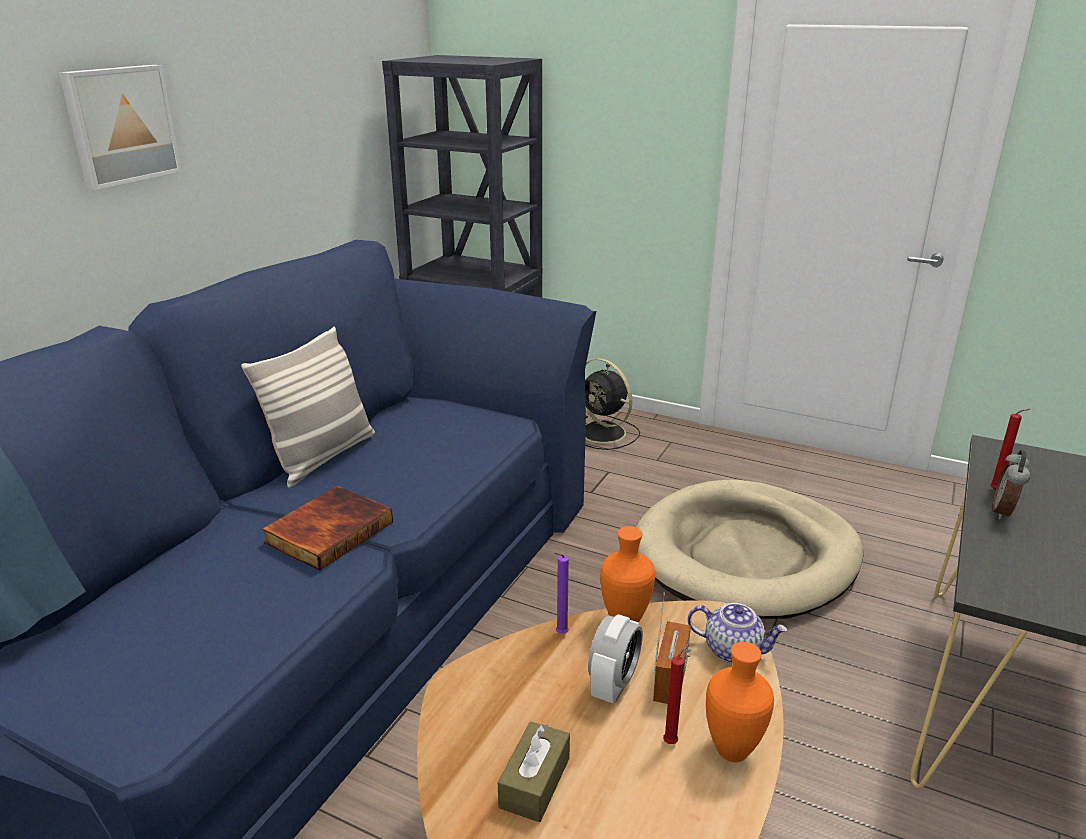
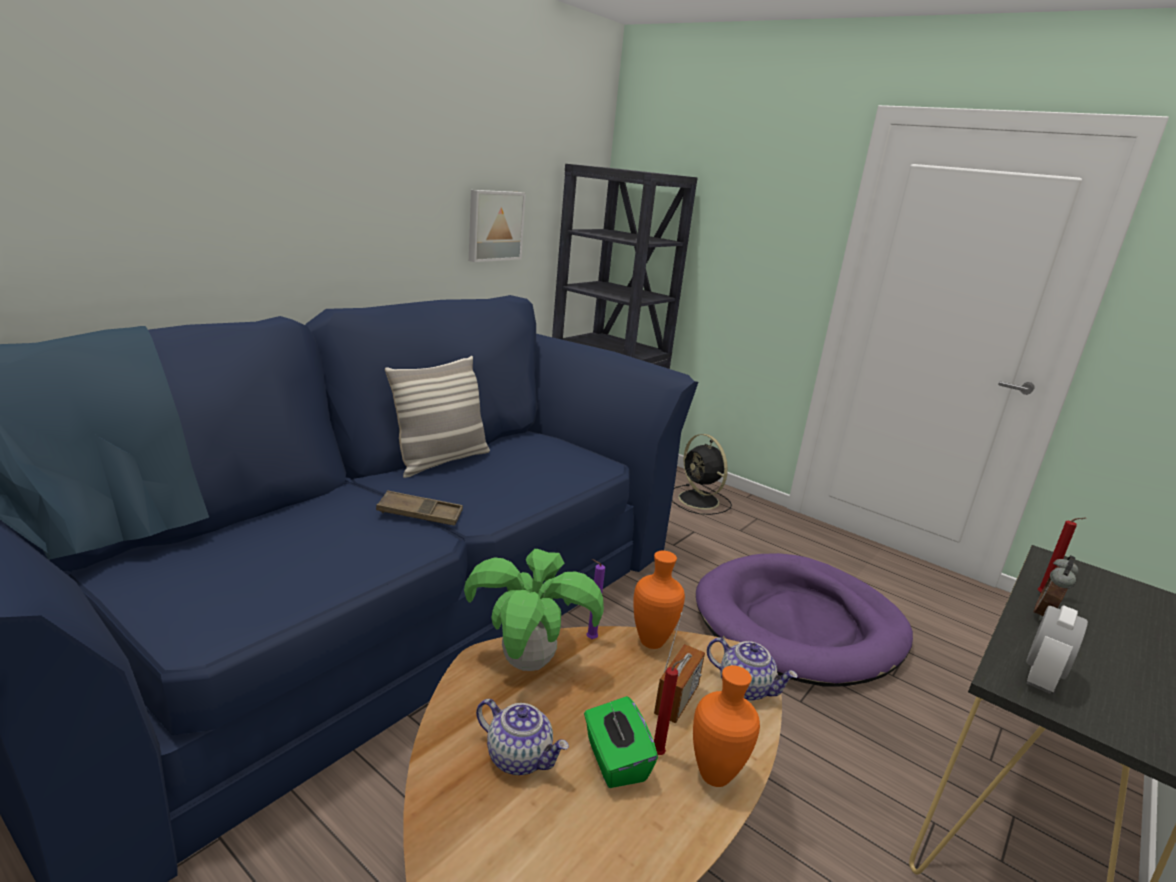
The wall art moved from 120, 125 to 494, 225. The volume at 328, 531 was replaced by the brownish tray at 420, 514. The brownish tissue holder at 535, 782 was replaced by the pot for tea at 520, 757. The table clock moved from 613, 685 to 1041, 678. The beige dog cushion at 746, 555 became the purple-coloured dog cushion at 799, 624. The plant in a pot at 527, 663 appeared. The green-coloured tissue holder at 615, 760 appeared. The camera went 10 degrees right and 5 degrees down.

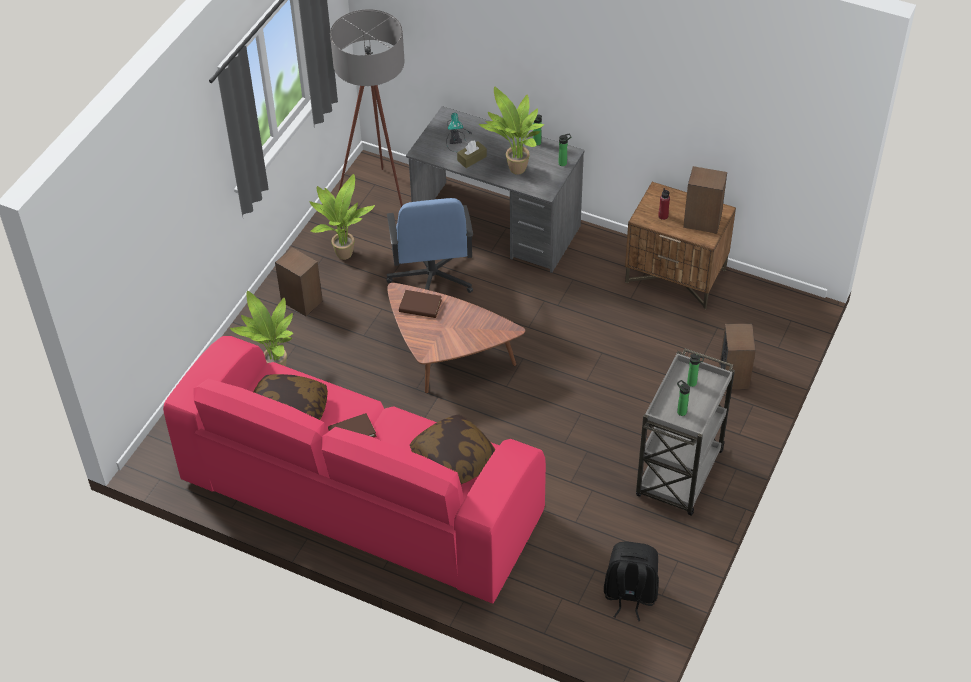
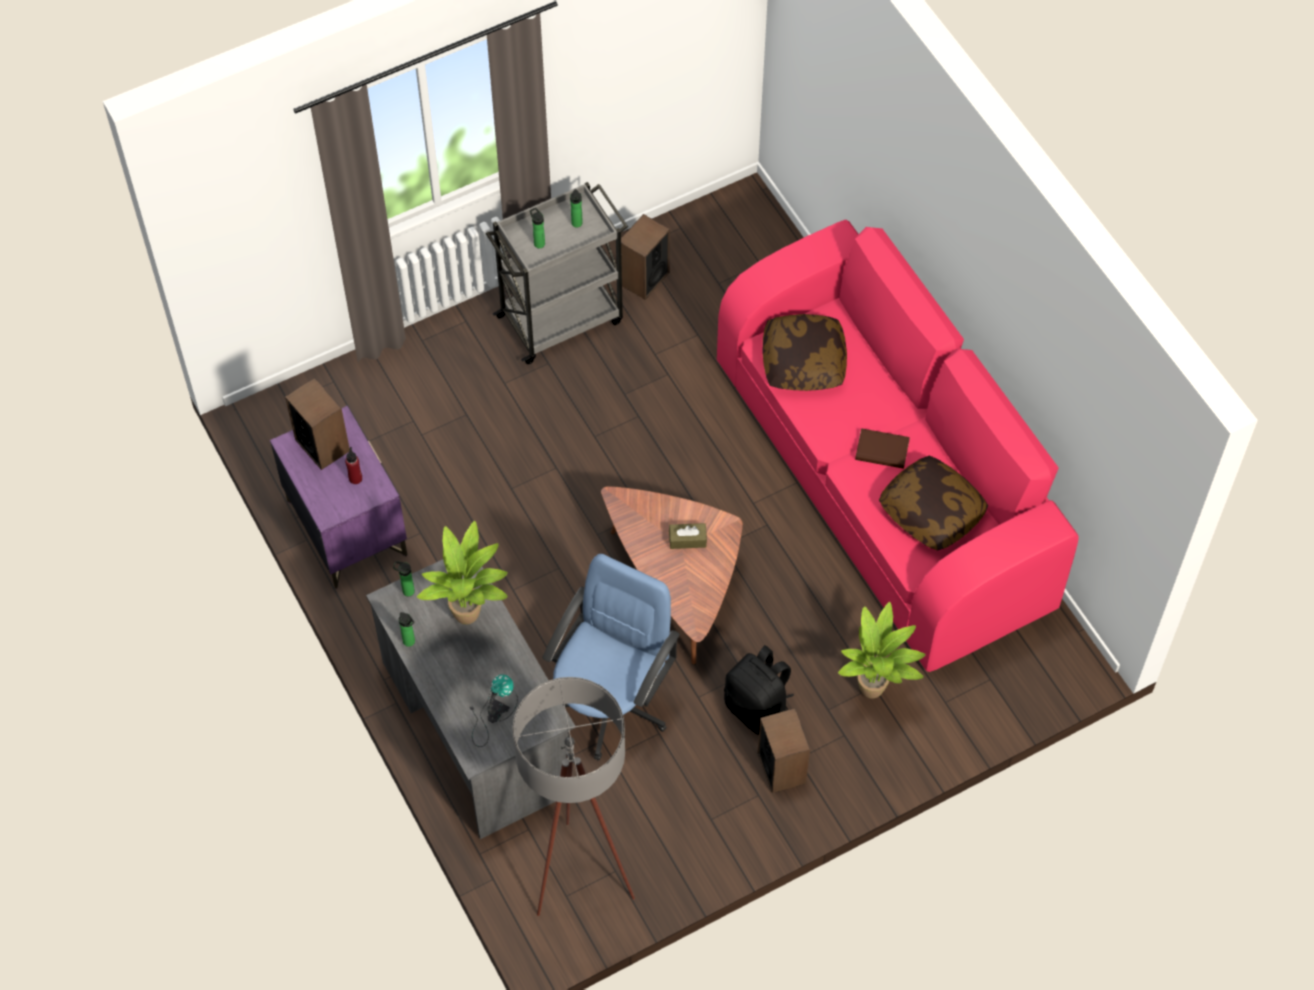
The plant in a pot at 342, 253 disappeared. The brownish volume at 420, 306 disappeared. The brownish tissue holder moved from 472, 158 to 687, 540. The black-coloured backpack moved from 629, 595 to 758, 709. The brownish bedside table at 676, 276 became the purple-coloured bedside table at 346, 527. The audio speaker moved from 734, 376 to 644, 278. The camera went 145 degrees left and 10 degrees up.

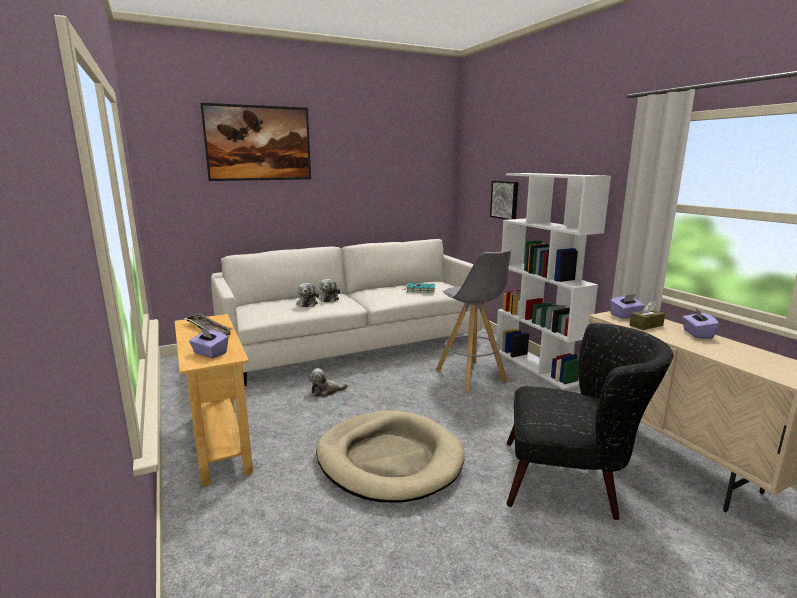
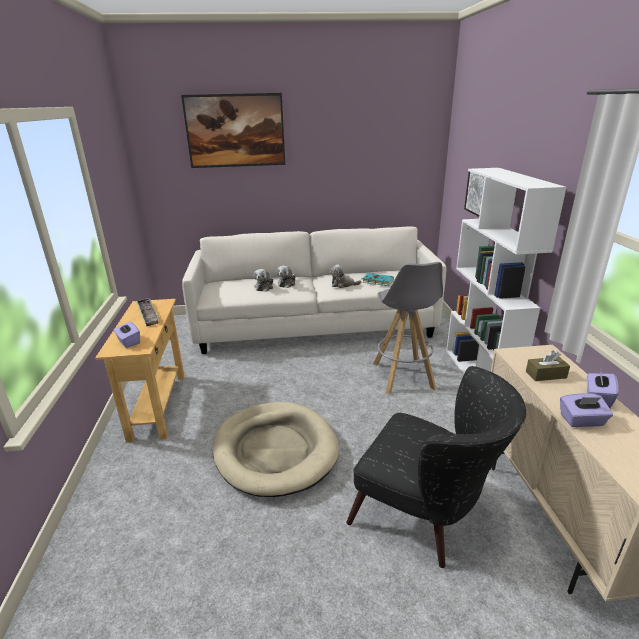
The plush toy moved from 326, 391 to 343, 284. The purple-coloured tissue holder moved from 625, 315 to 582, 421. The camera went 20 degrees right and 10 degrees up.

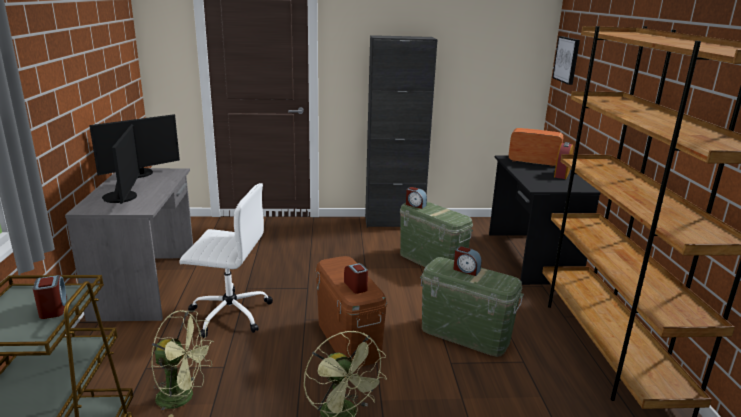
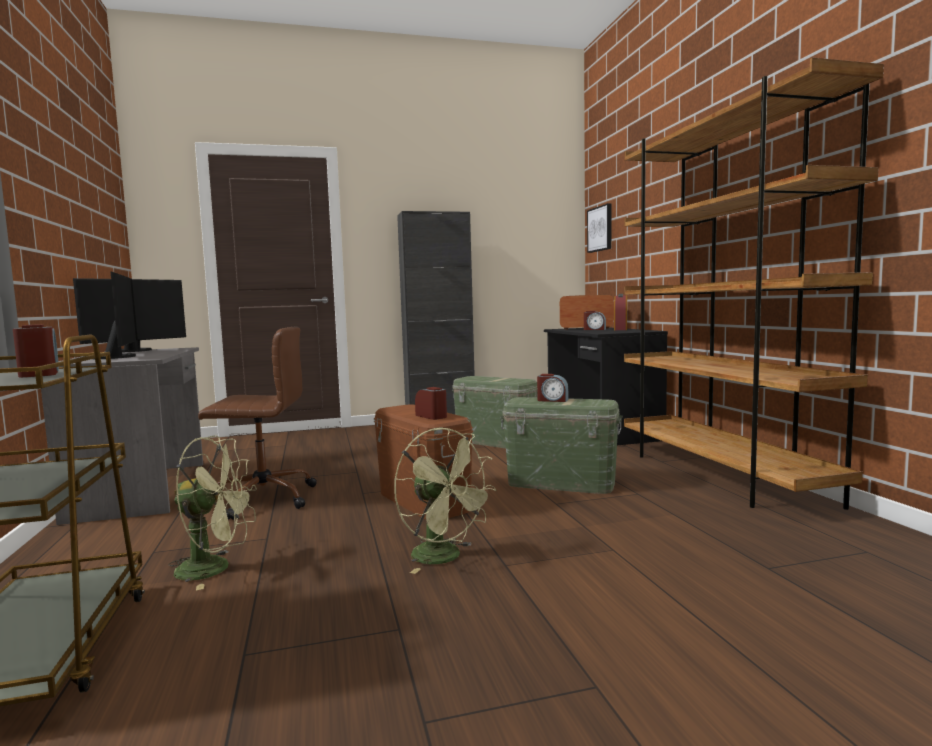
The white desk chair at 229, 313 became the brownish desk chair at 261, 498. The table clock moved from 415, 205 to 594, 329. The camera went 10 degrees left and 15 degrees down.

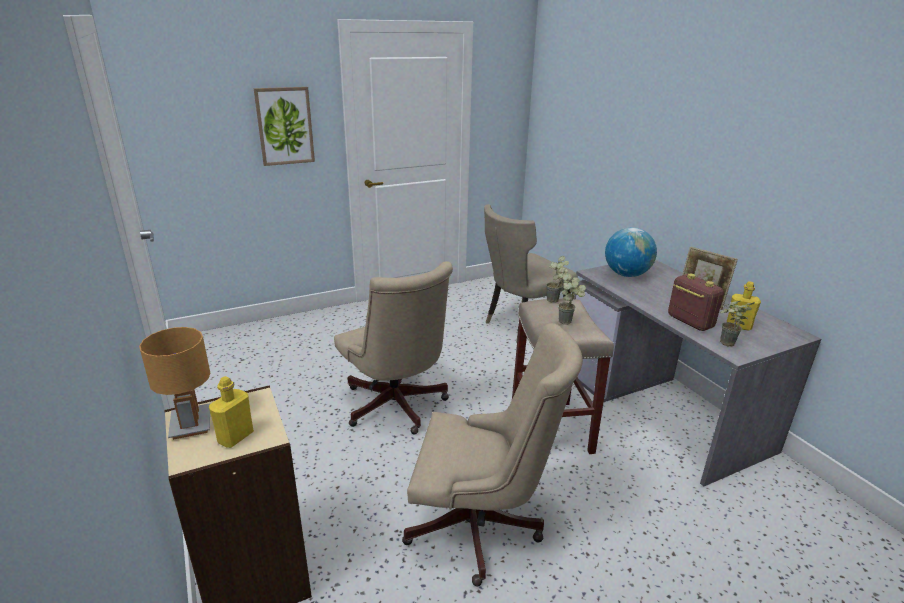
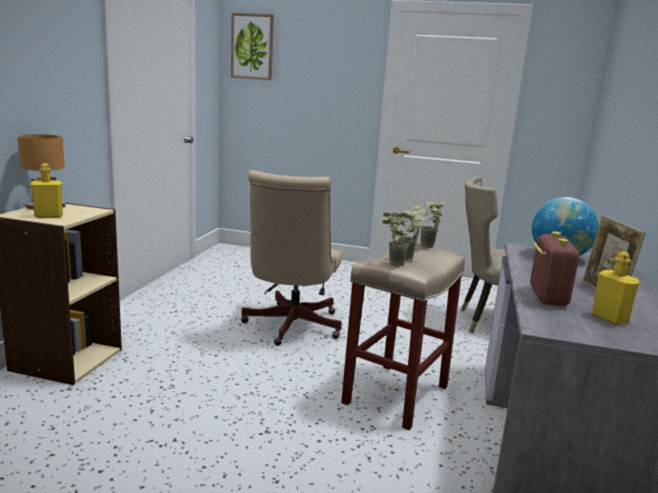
The wall art moved from 285, 126 to 252, 46. The beige desk chair at 481, 528 disappeared. The plant in a pot moved from 725, 345 to 391, 264. The camera went 40 degrees right and 10 degrees down.

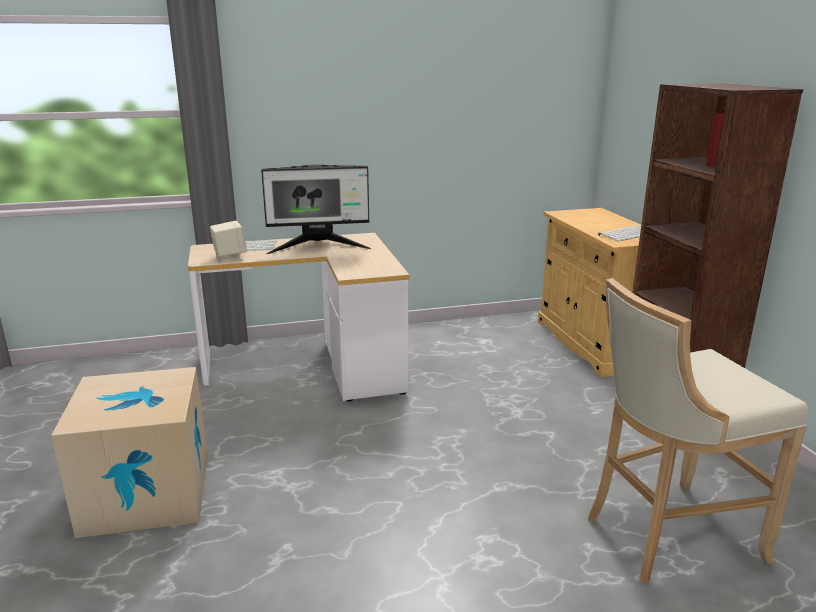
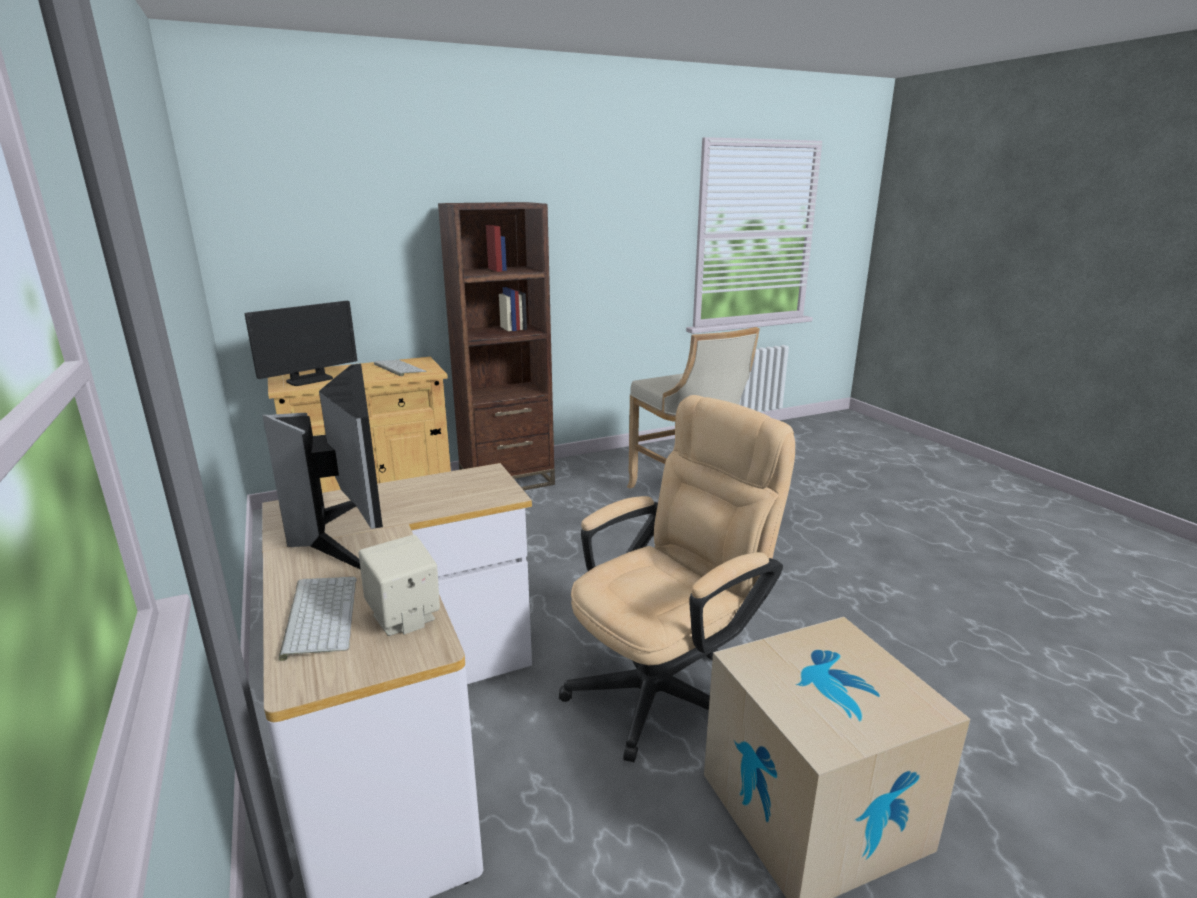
The computer display at 309, 380 appeared. The beige desk chair at 667, 685 appeared. The camera went 100 degrees left and 0 degrees up.

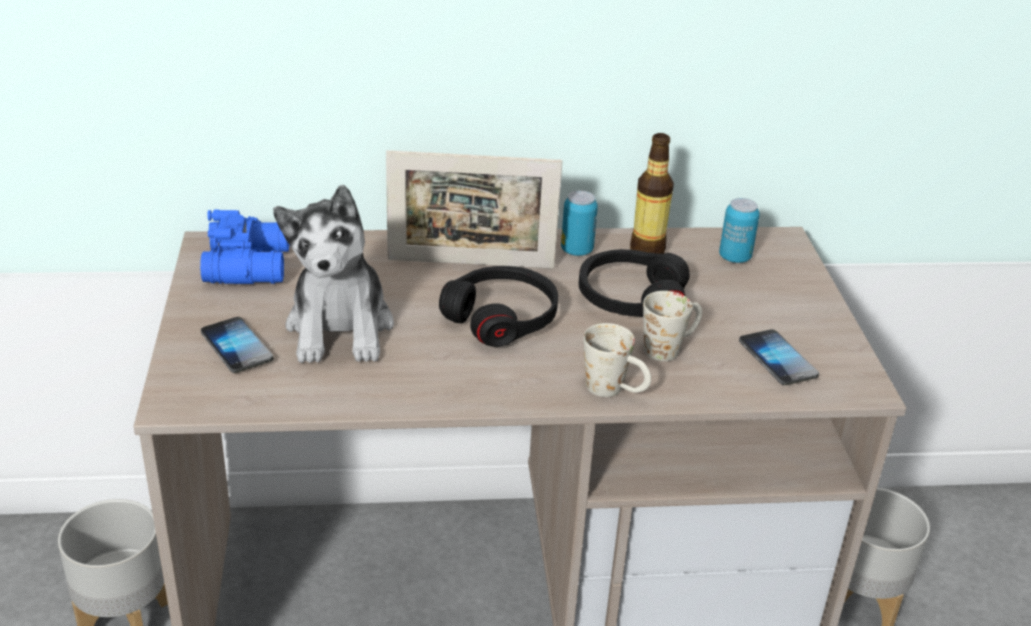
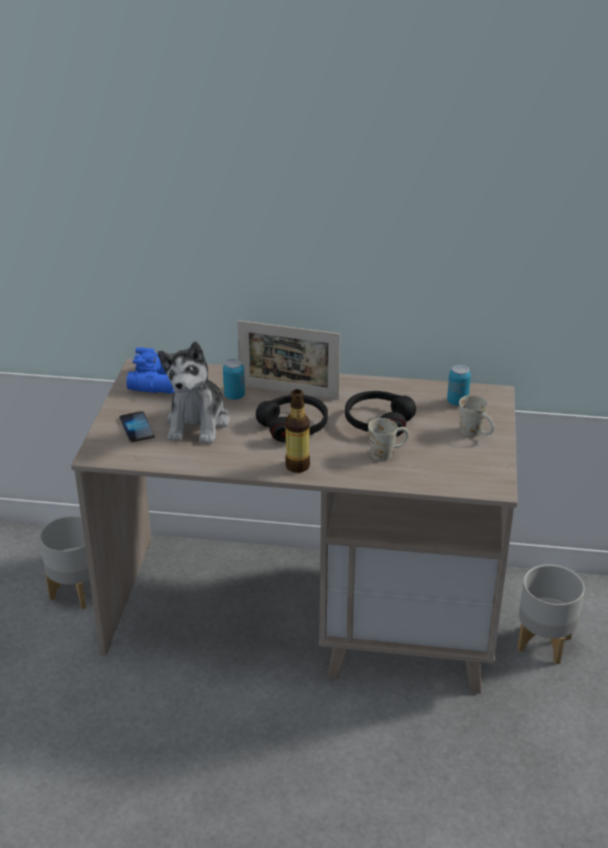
The sealed can moved from 576, 250 to 234, 396. The white tea mug moved from 615, 391 to 476, 433. The beverage bottle moved from 647, 250 to 297, 466. The phone at 777, 359 disappeared. The camera went 15 degrees right and 0 degrees up.

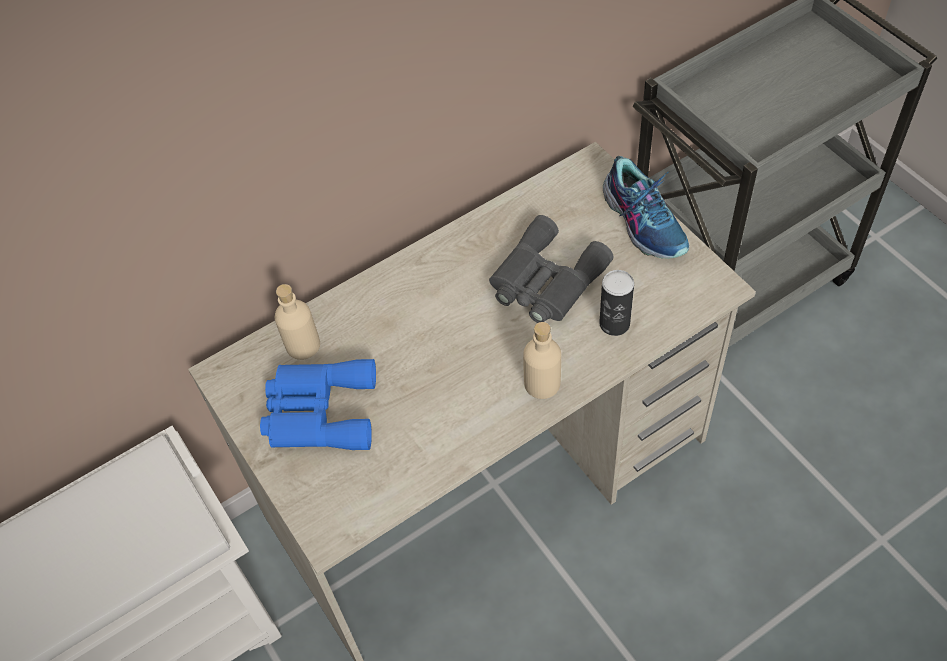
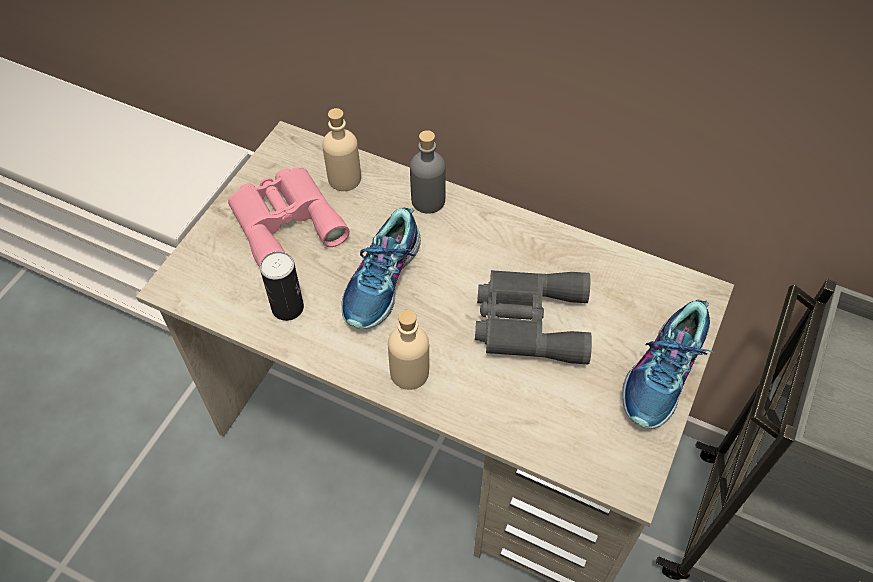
The bluish binoculars at 318, 411 became the pinkish binoculars at 285, 221. The sealed can moved from 614, 323 to 287, 307. The shoe at 383, 281 appeared. The grey beverage bottle at 428, 200 appeared. The camera went 55 degrees right and 0 degrees up.

